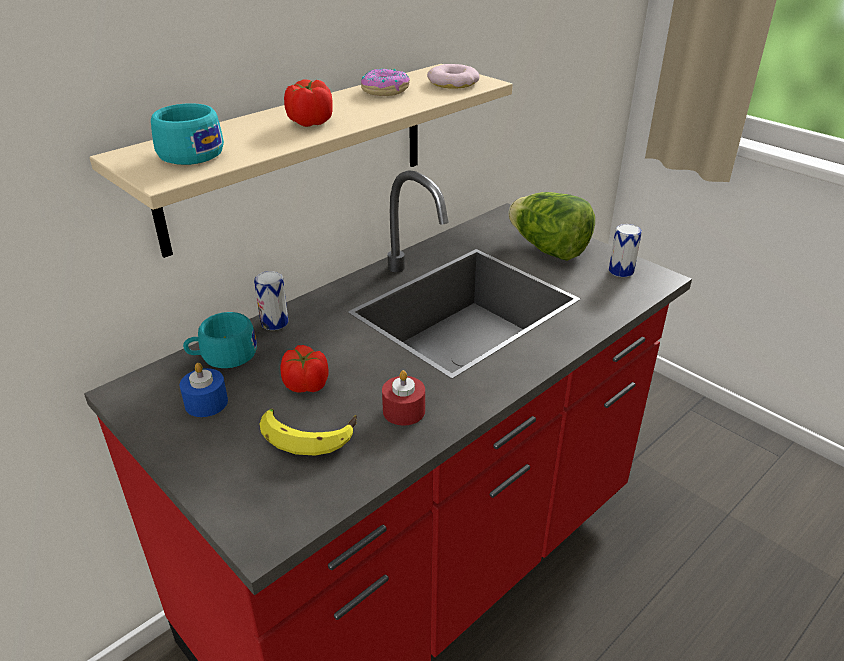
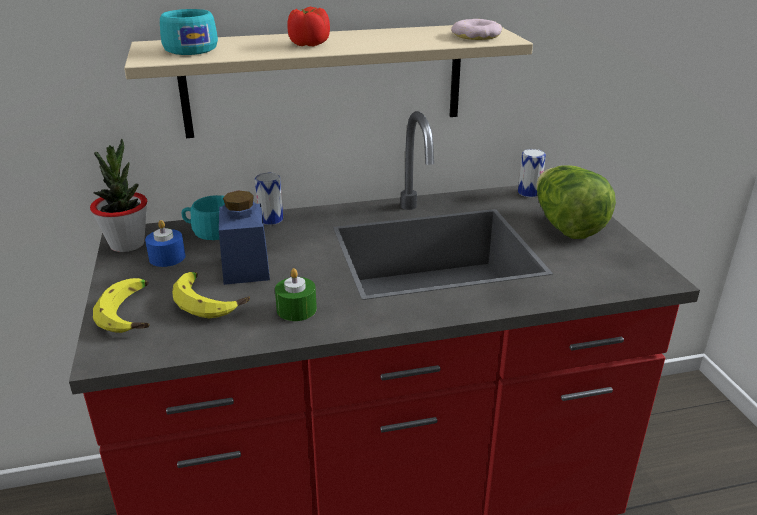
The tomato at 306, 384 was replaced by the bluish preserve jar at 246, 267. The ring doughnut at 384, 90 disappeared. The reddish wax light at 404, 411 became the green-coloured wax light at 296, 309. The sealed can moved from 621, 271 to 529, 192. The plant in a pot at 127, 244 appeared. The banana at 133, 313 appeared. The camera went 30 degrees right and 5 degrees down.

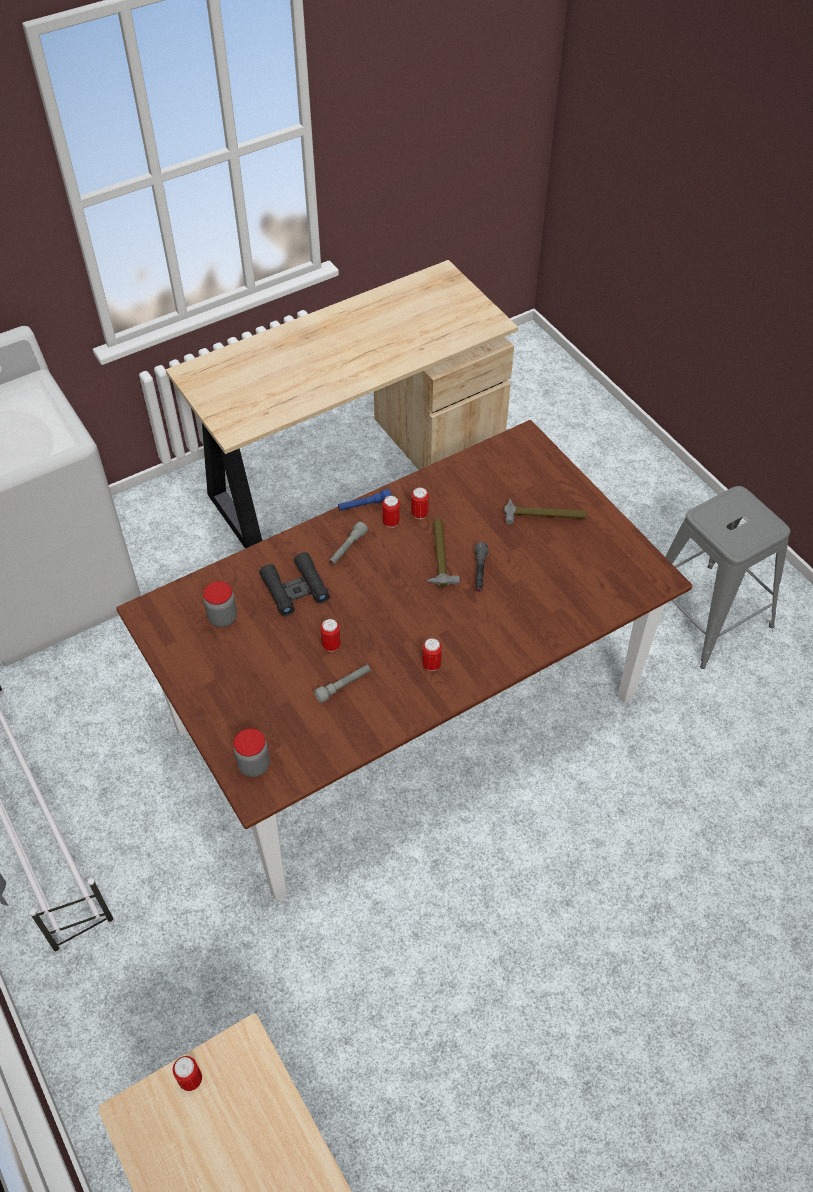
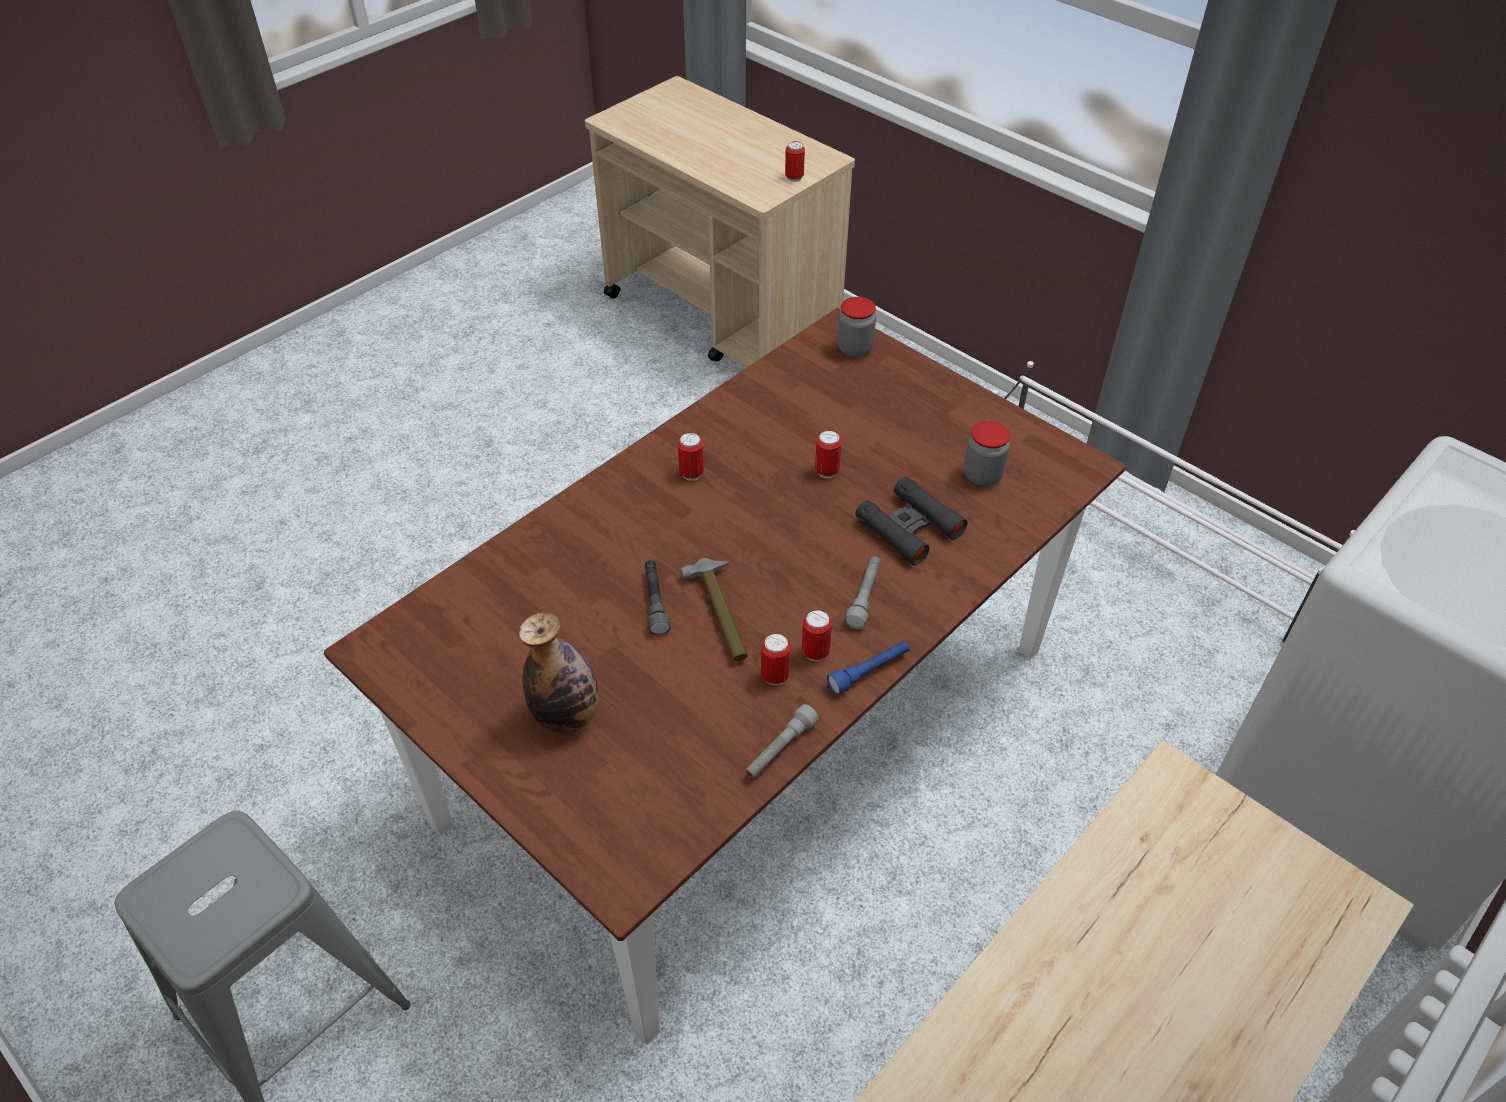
The grey hand torch moved from 343, 686 to 780, 749. The tool hammer at 544, 516 was replaced by the beverage bottle at 567, 716. The camera went 165 degrees right and 5 degrees down.

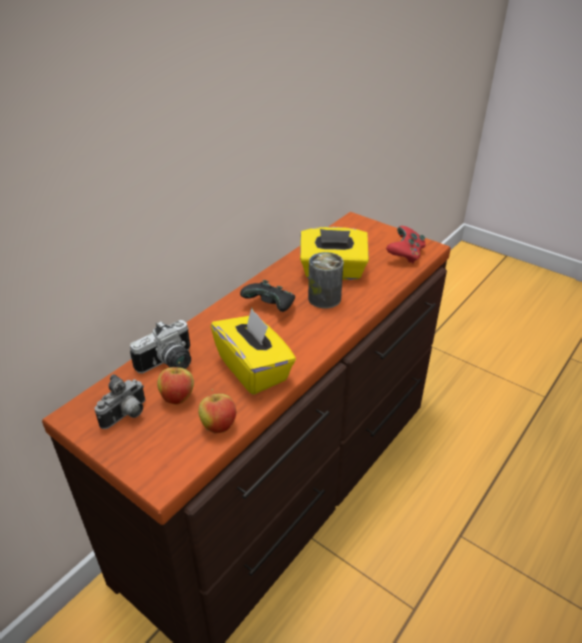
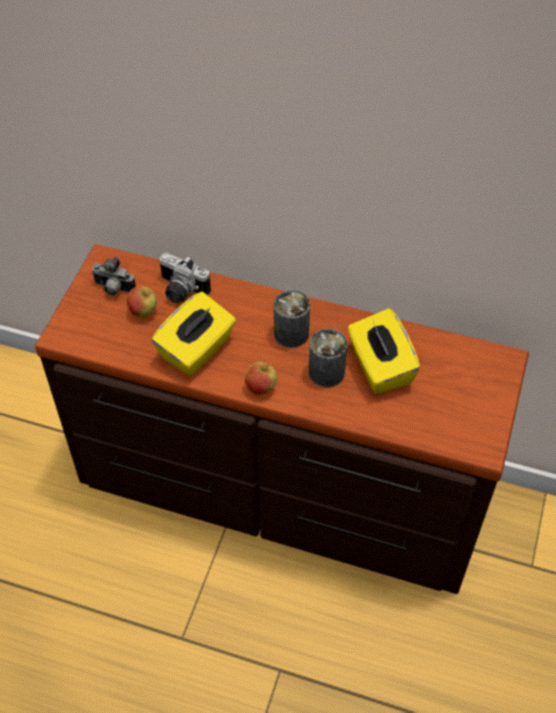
The whole apple moved from 218, 425 to 261, 388. The black-coloured joypad at 271, 307 was replaced by the sealed can at 291, 333. The reddish joypad at 405, 255 disappeared. The camera went 70 degrees right and 15 degrees up.

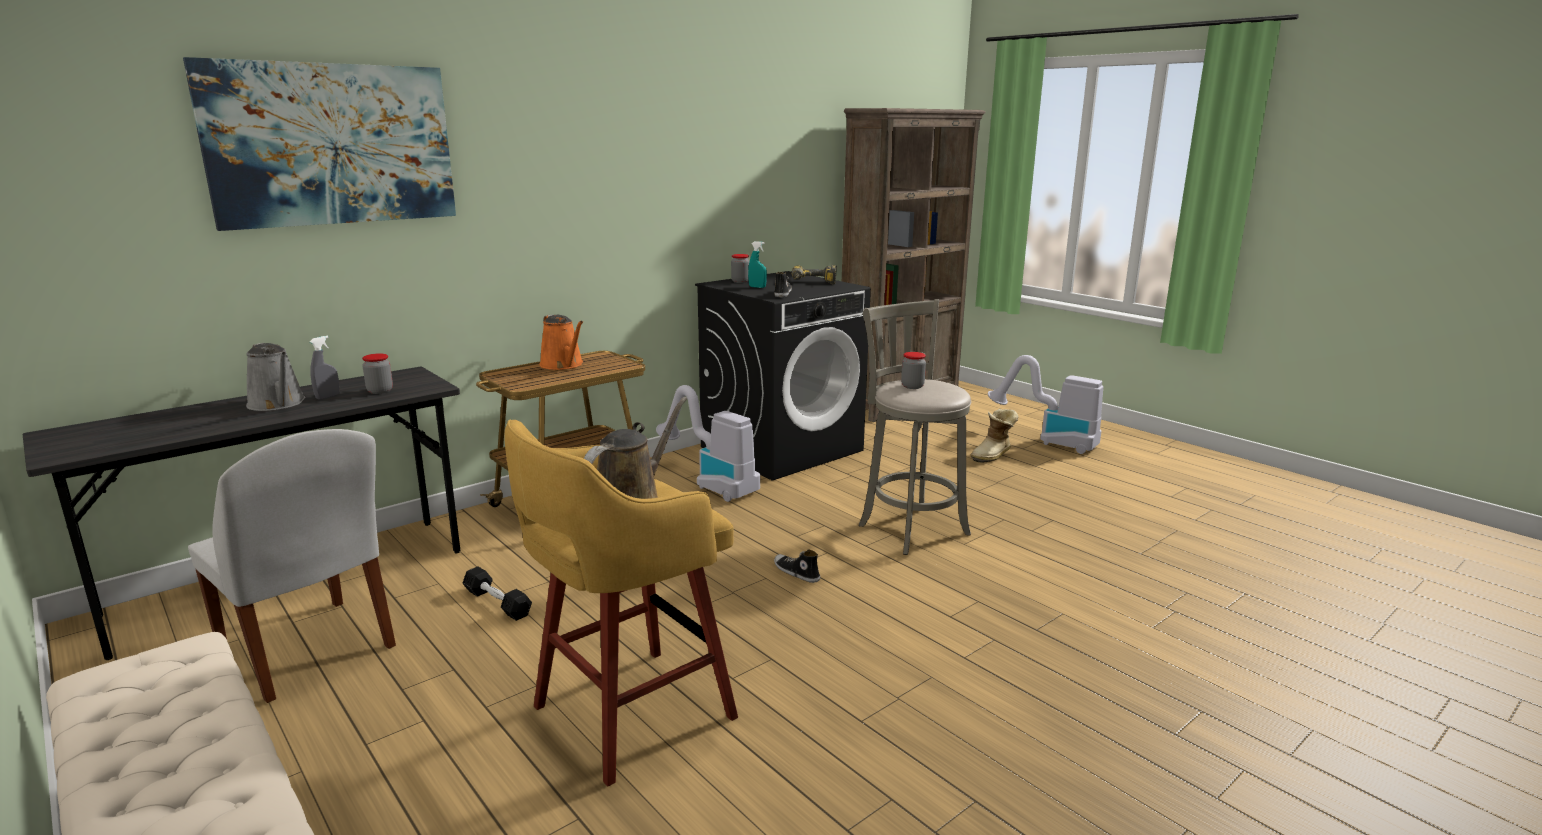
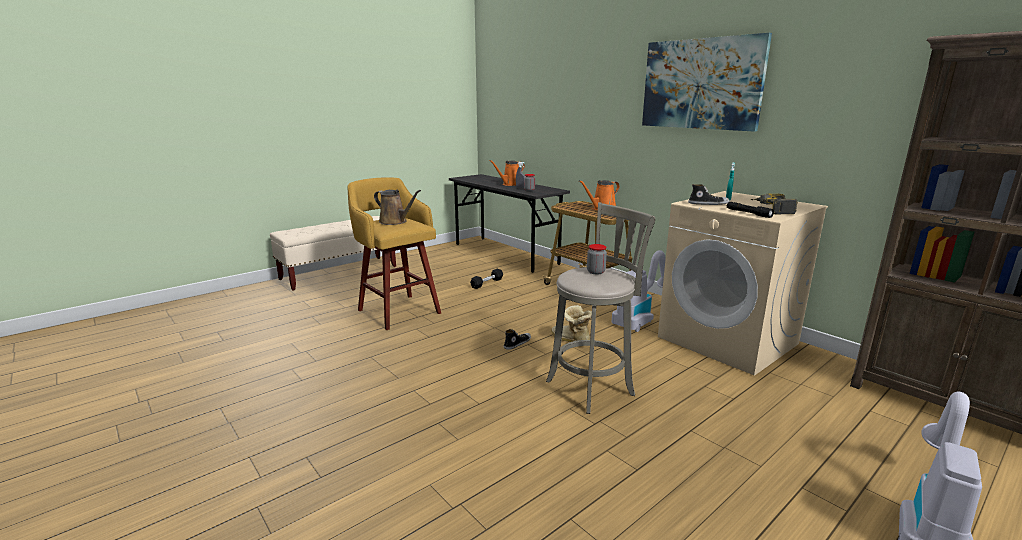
The wall art moved from 332, 144 to 701, 84. The white upright chair at 308, 651 disappeared. The grey watering pot at 278, 404 became the orange-coloured watering pot at 510, 184. The black-coloured washing machine at 782, 448 became the beige washing machine at 728, 340. The preserve jar at 740, 281 disappeared. The high-top boot moved from 993, 455 to 570, 340. The black-coloured hand torch at 748, 213 appeared. The camera went 90 degrees right and 0 degrees up.

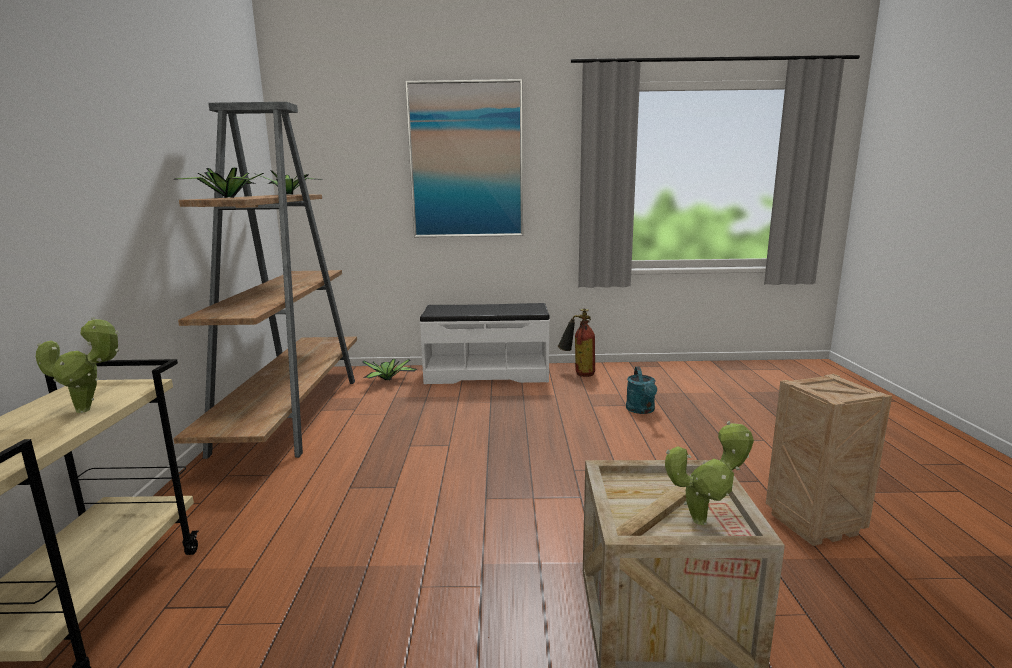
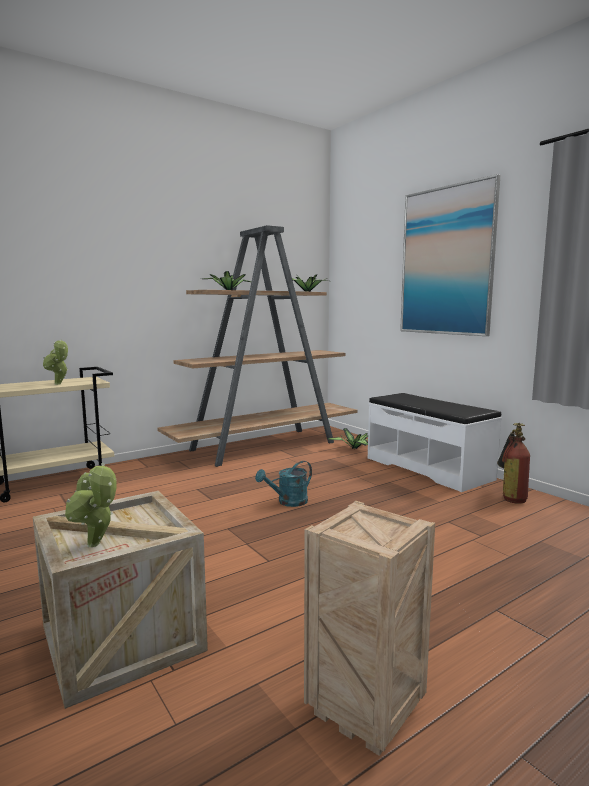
The turquoise-coloured watering pot moved from 641, 410 to 288, 502. The camera went 55 degrees right and 5 degrees down.

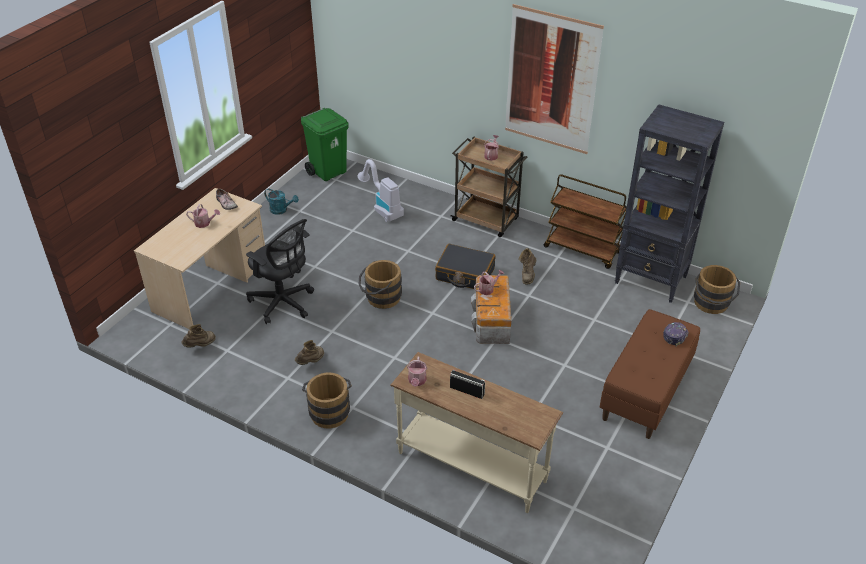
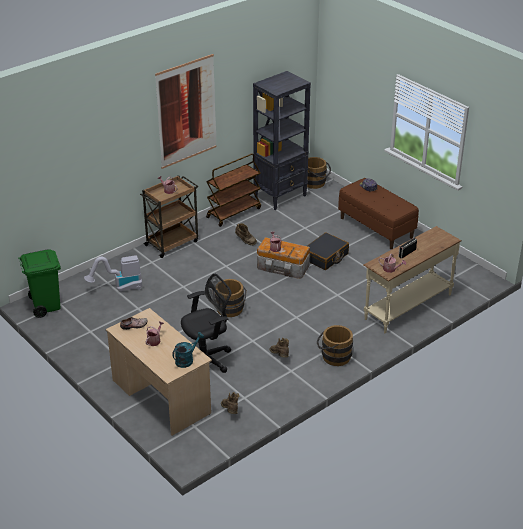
The turquoise-coloured watering pot moved from 281, 210 to 187, 359. The black-coloured travel case moved from 465, 274 to 325, 257. The camera went 70 degrees left and 5 degrees down.

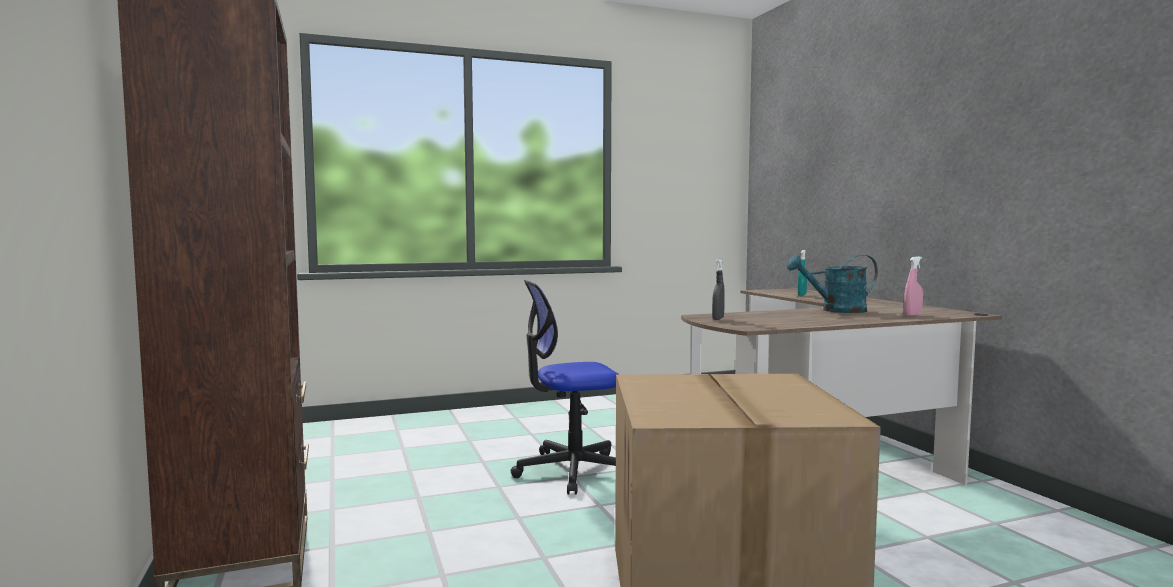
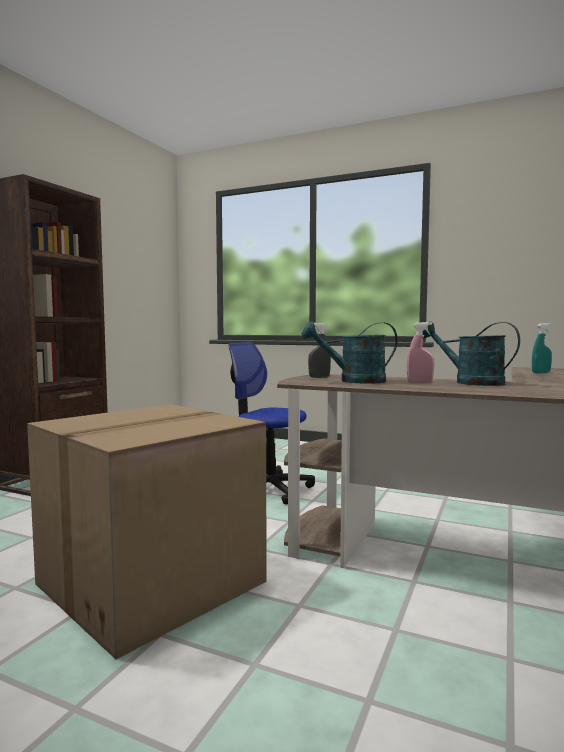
The pinkish hand sprayer moved from 912, 315 to 419, 382. The turquoise-coloured watering pot at 354, 381 appeared. The camera went 45 degrees right and 0 degrees up.

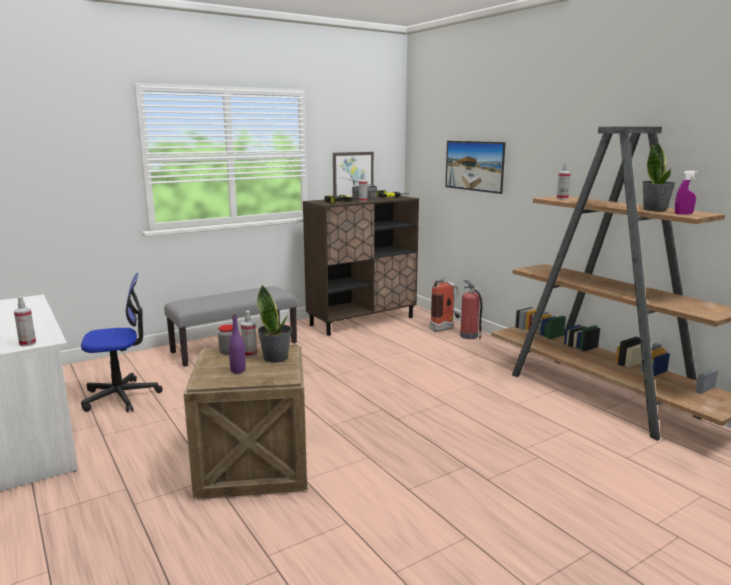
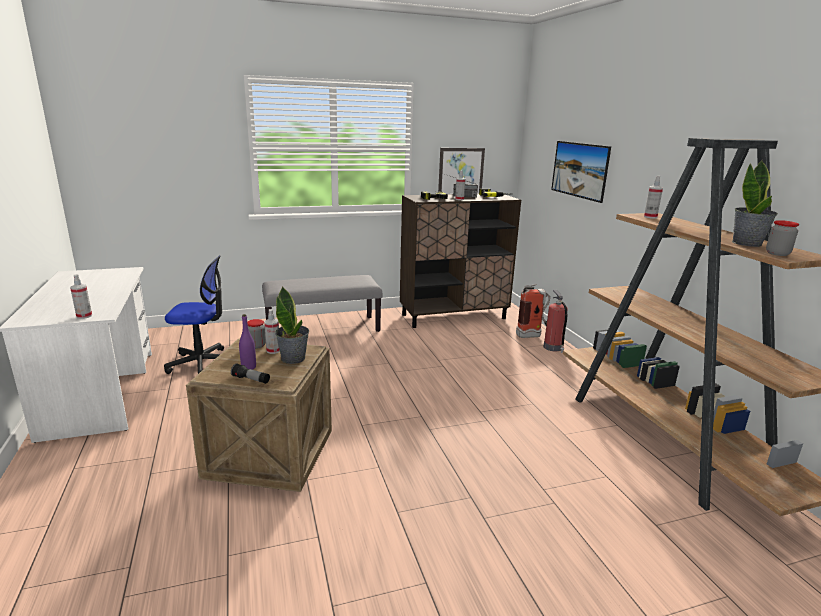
The purple-coloured hand sprayer at 683, 214 was replaced by the preserve jar at 777, 253. The hand torch at 251, 380 appeared. The camera went 15 degrees right and 5 degrees up.

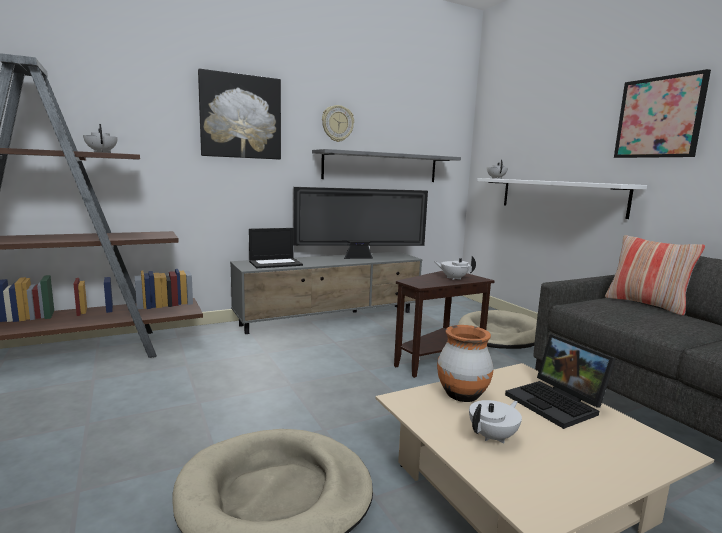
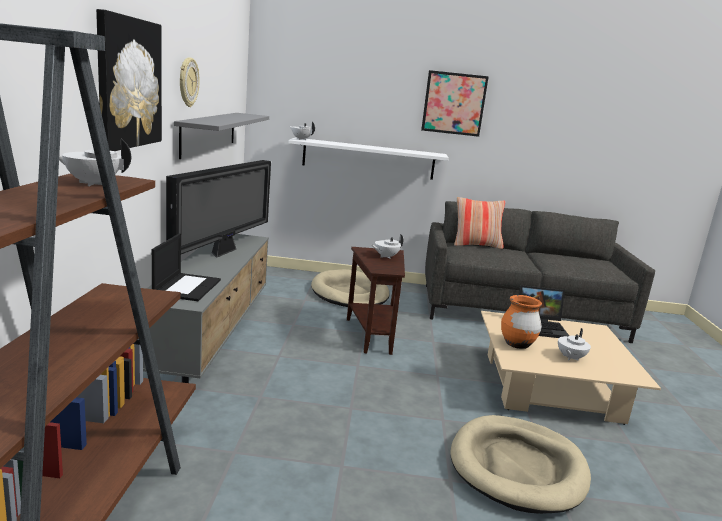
The white pot for tea at 493, 436 turned 135 degrees counterclockwise. The camera went 60 degrees left and 5 degrees up.

